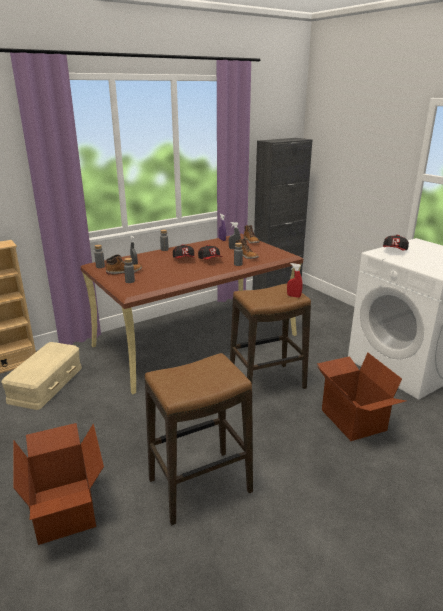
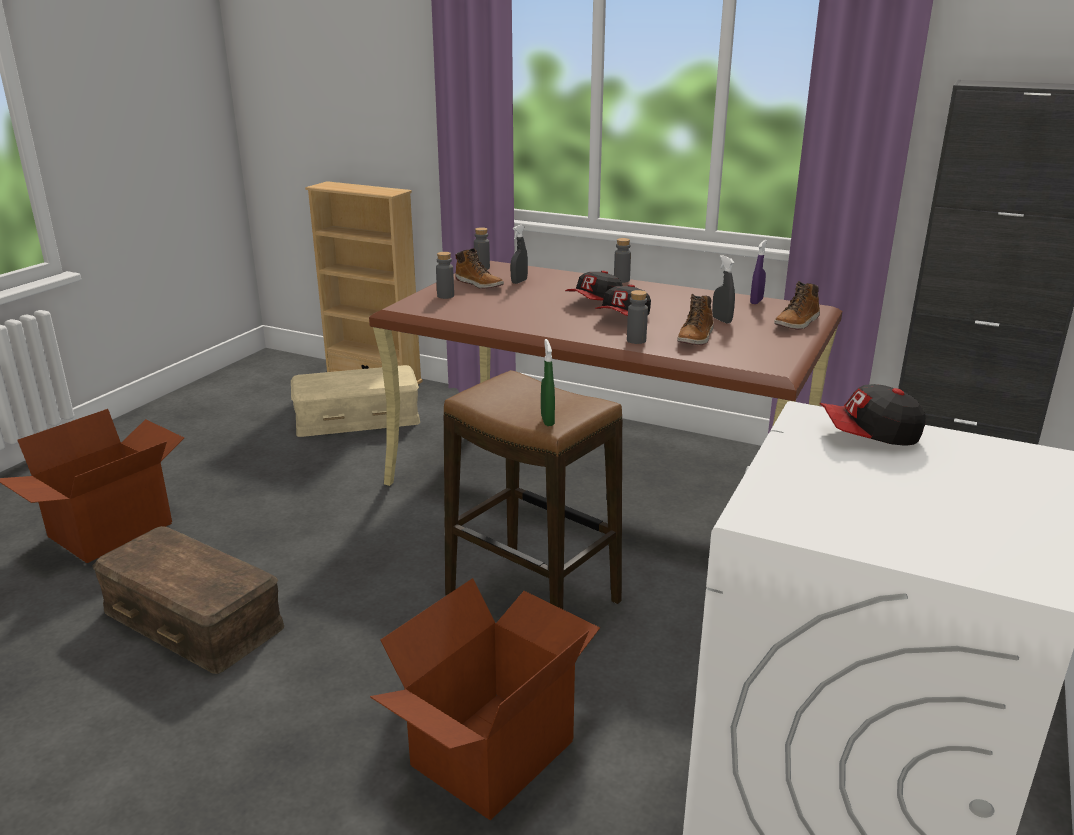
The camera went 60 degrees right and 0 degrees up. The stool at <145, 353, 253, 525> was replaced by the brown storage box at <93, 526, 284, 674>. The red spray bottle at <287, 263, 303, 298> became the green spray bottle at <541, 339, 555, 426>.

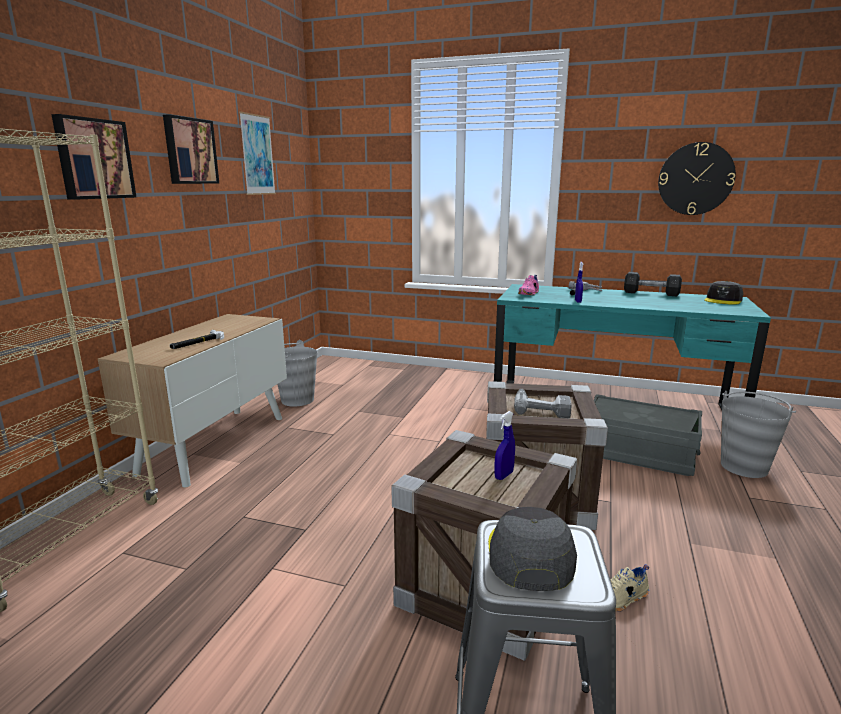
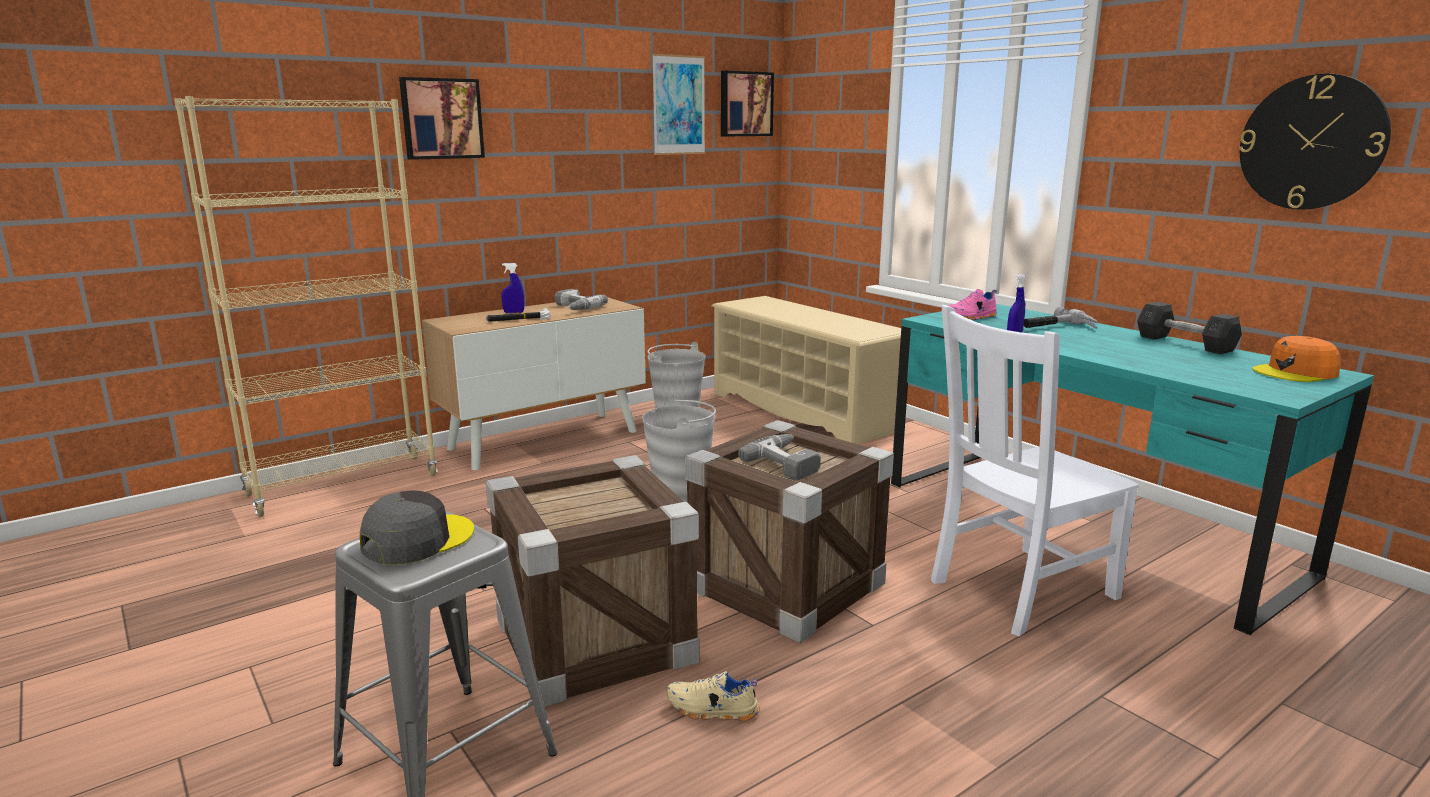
The camera went 35 degrees right and 0 degrees up. The blue spray bottle moved from <494, 411, 515, 480> to <501, 263, 524, 313>. The power drill at <555, 289, 608, 310> appeared. The grey bucket moved from <721, 391, 796, 478> to <642, 395, 716, 502>. The beige shoe rack at <711, 296, 901, 444> appeared. The picture moved from <163, 114, 219, 184> to <721, 71, 774, 136>. The grey storage box at <594, 394, 702, 476> was replaced by the white chair at <931, 305, 1139, 637>. The grey cap at <704, 281, 743, 305> became the orange cap at <1252, 336, 1341, 382>.

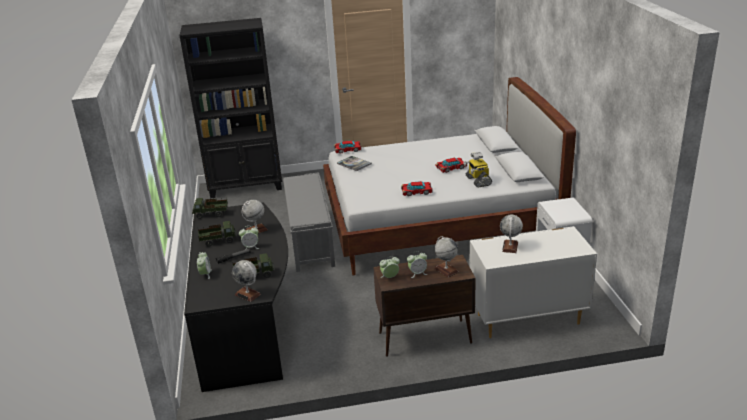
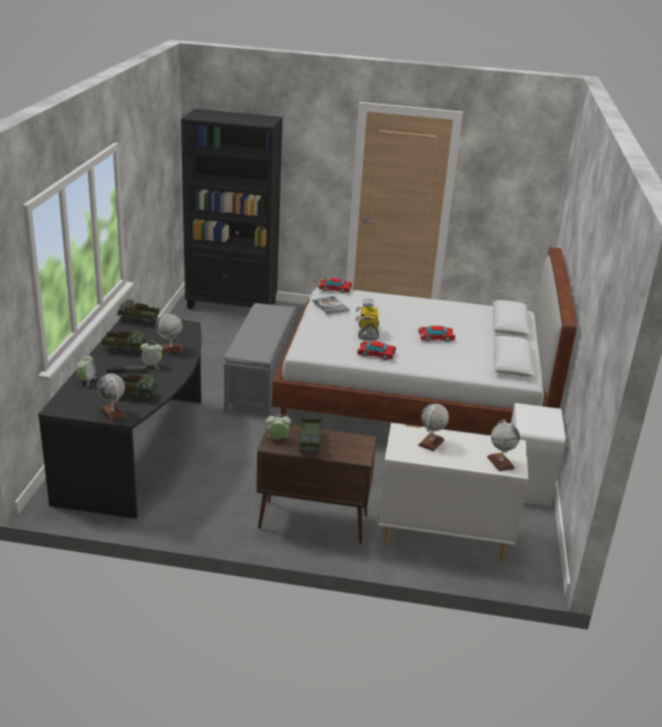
The camera went 15 degrees right and 0 degrees up. The alarm clock at <407, 251, 427, 278> was replaced by the toy truck at <300, 415, 322, 453>. The toy robot moved from <463, 152, 492, 188> to <356, 298, 379, 340>. The globe moved from <434, 236, 459, 277> to <487, 420, 520, 471>.

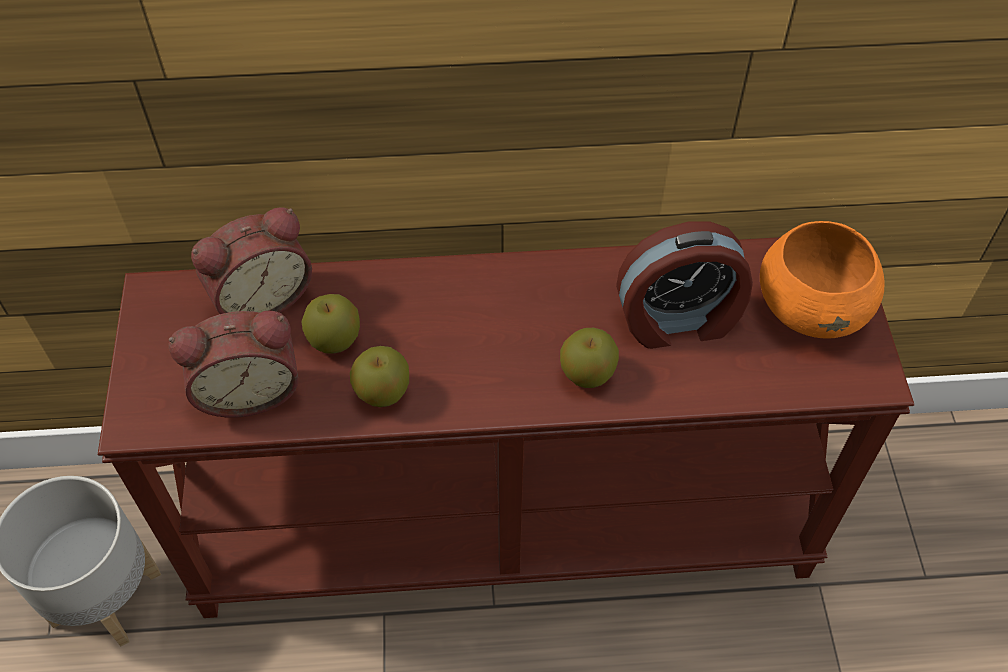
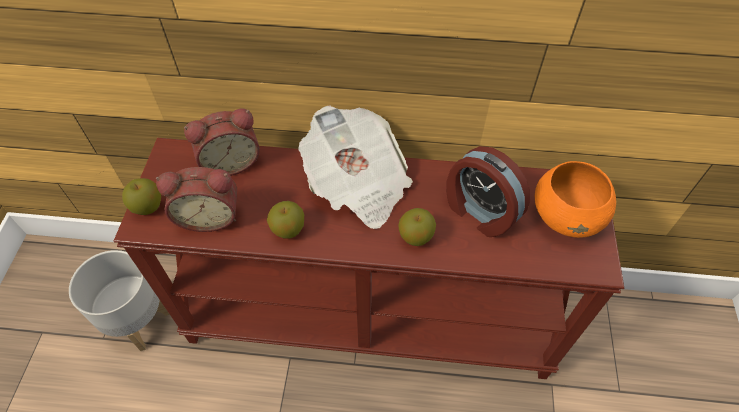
The camera went 10 degrees right and 0 degrees up. The apple moved from <301, 294, 360, 354> to <122, 178, 161, 215>. The newspaper at <299, 106, 413, 229> appeared. The alarm clock at <616, 222, 753, 349> turned 45 degrees clockwise.

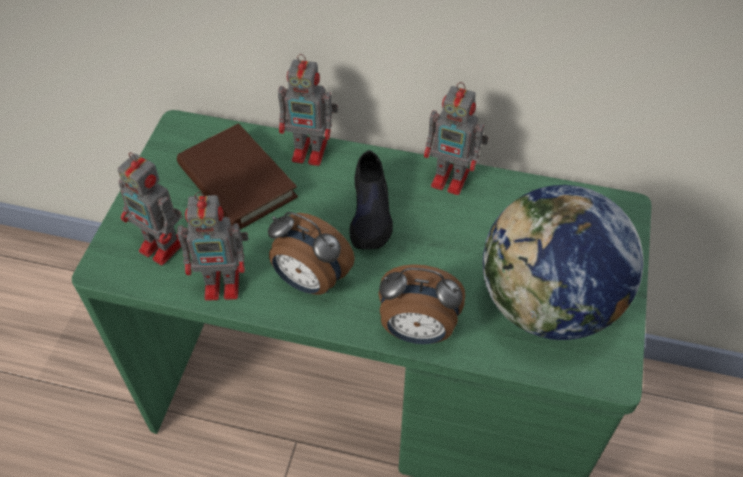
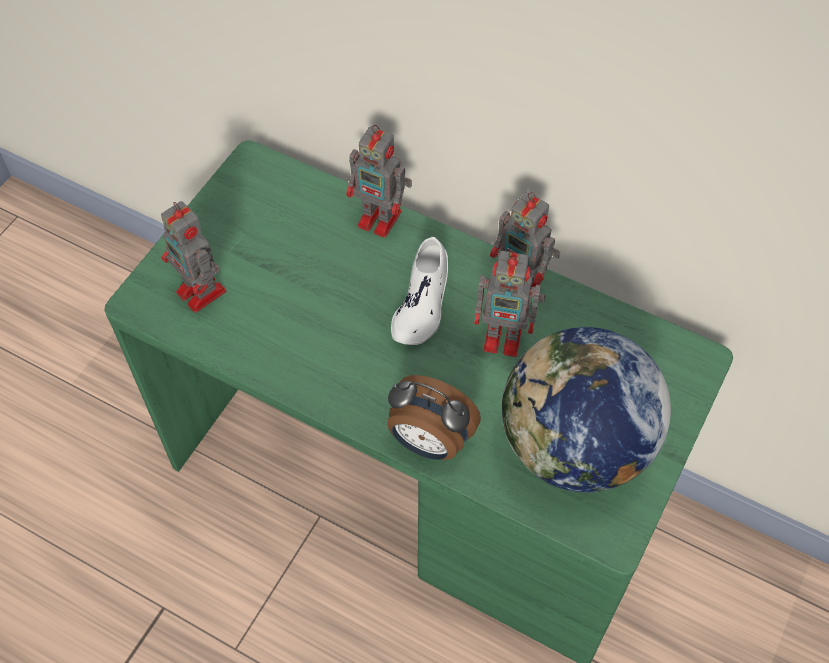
The camera went 15 degrees right and 5 degrees up. The black shoe at <350, 150, 393, 249> became the white shoe at <391, 237, 448, 345>. The toy robot moved from <177, 192, 248, 301> to <474, 251, 545, 357>. The brown book at <177, 123, 298, 229> disappeared. The alarm clock at <268, 212, 355, 295> disappeared.

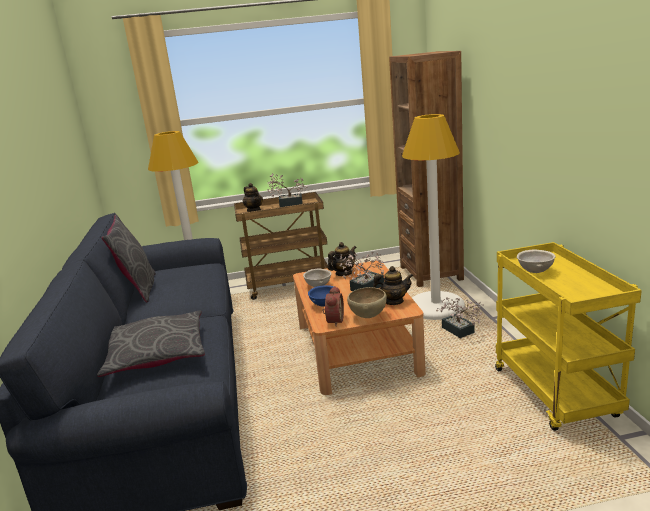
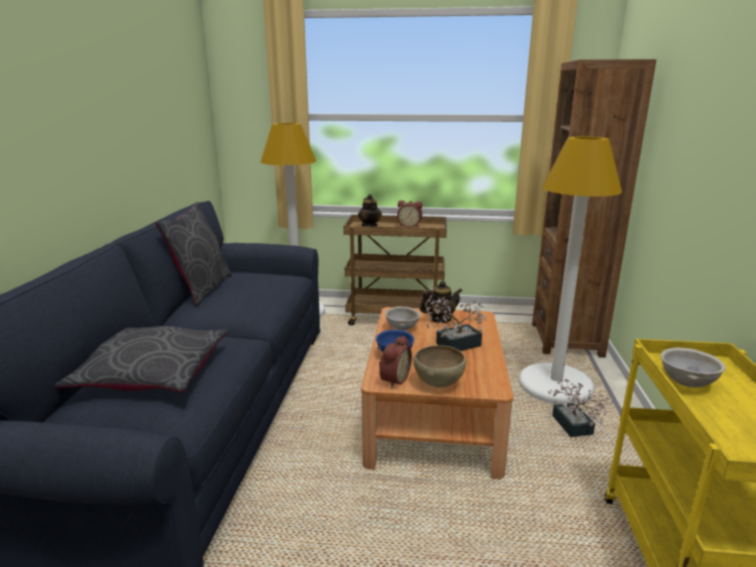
The camera went 15 degrees right and 0 degrees up. The potted plant at <267, 173, 308, 207> was replaced by the alarm clock at <397, 200, 422, 228>. The teapot at <373, 266, 414, 305> disappeared.

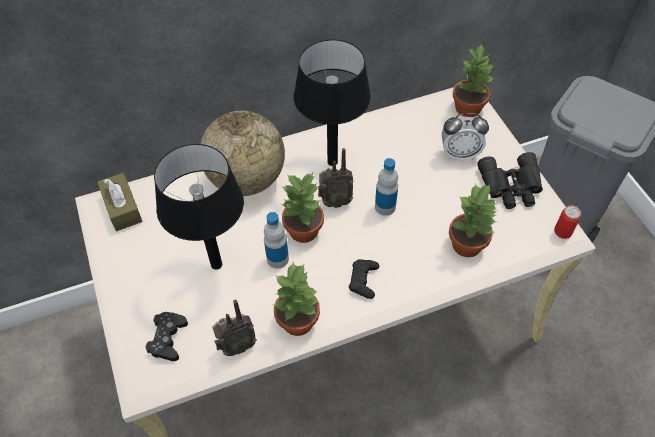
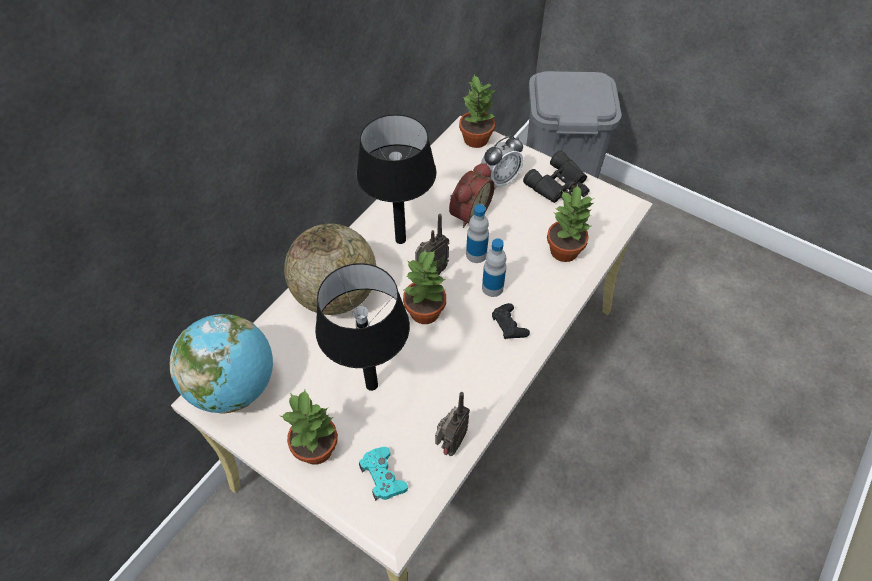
The camera went 35 degrees left and 0 degrees up. The brown tissue box at <97, 173, 143, 231> was replaced by the globe at <170, 314, 273, 414>. The potted plant moved from <274, 262, 320, 336> to <281, 390, 338, 465>. The black game controller at <145, 312, 188, 361> became the turquoise game controller at <359, 447, 408, 501>. The alarm clock at <449, 163, 495, 228> appeared. The bottle moved from <264, 212, 289, 269> to <482, 238, 506, 297>. The can at <554, 205, 581, 239> disappeared.

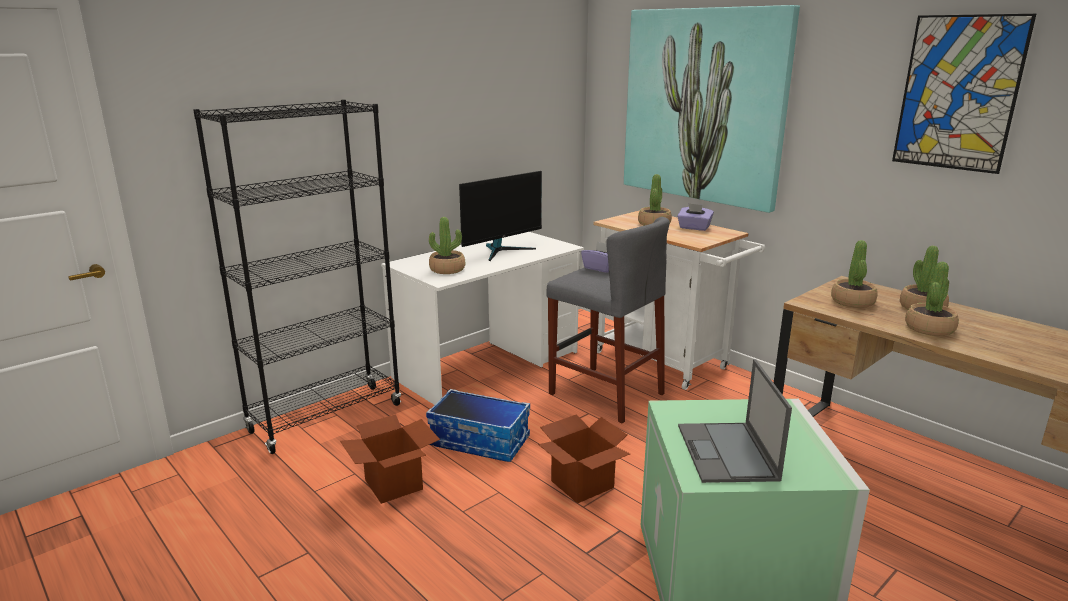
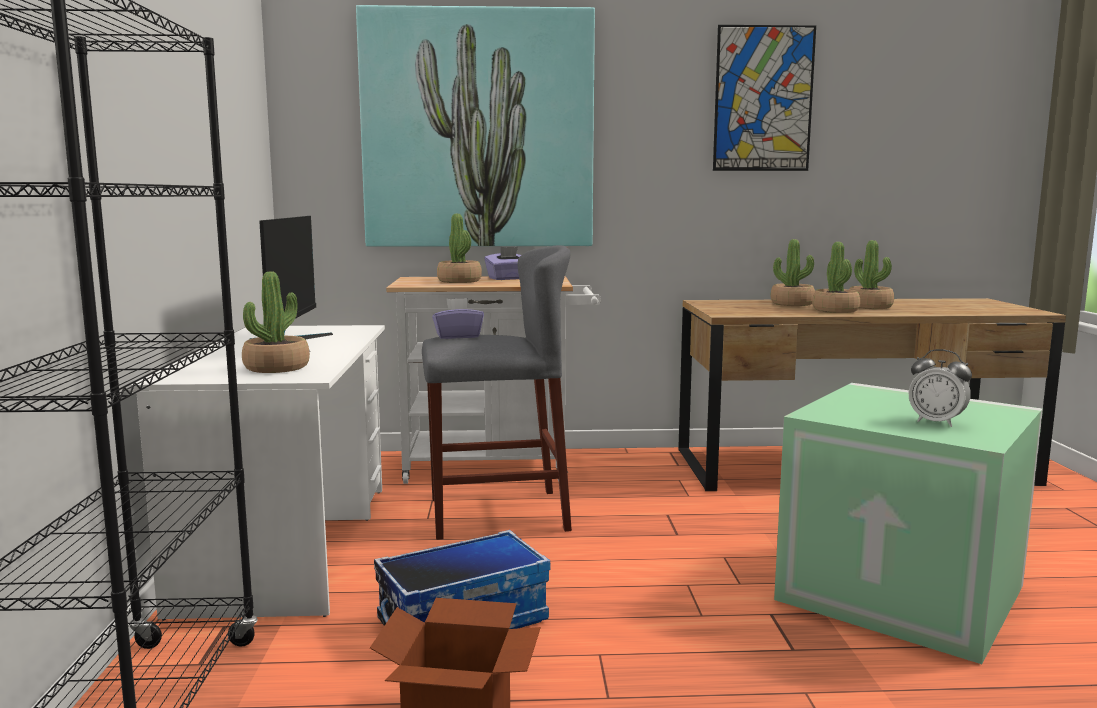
The camera went 50 degrees left and 10 degrees down. The potted plant moved from <831, 240, 878, 308> to <849, 240, 894, 309>. The laptop at <678, 359, 792, 483> was replaced by the alarm clock at <909, 349, 972, 427>. The cardboard box at <538, 414, 630, 504> disappeared.

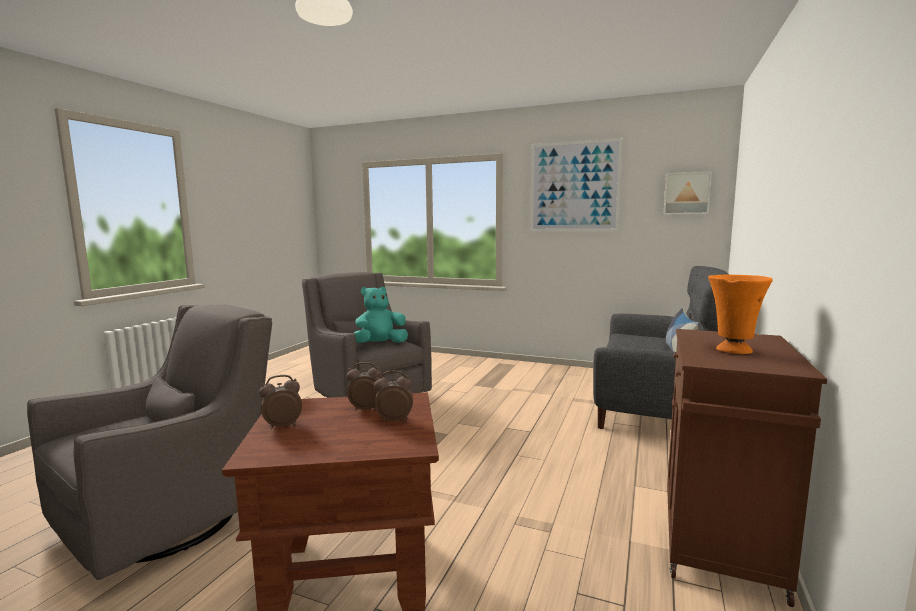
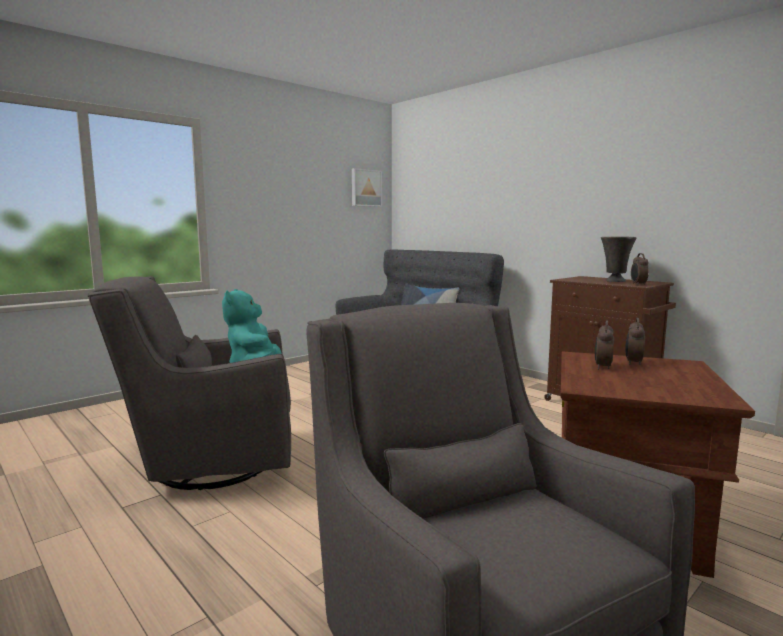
The camera went 65 degrees left and 0 degrees up. The orange vase at <708, 275, 772, 354> became the grey vase at <601, 236, 637, 282>. The alarm clock moved from <259, 375, 302, 429> to <631, 253, 649, 286>. The picture at <530, 138, 623, 232> disappeared.

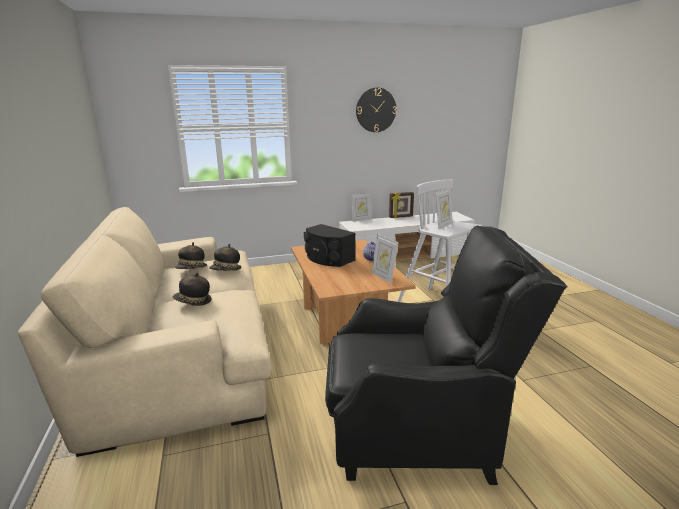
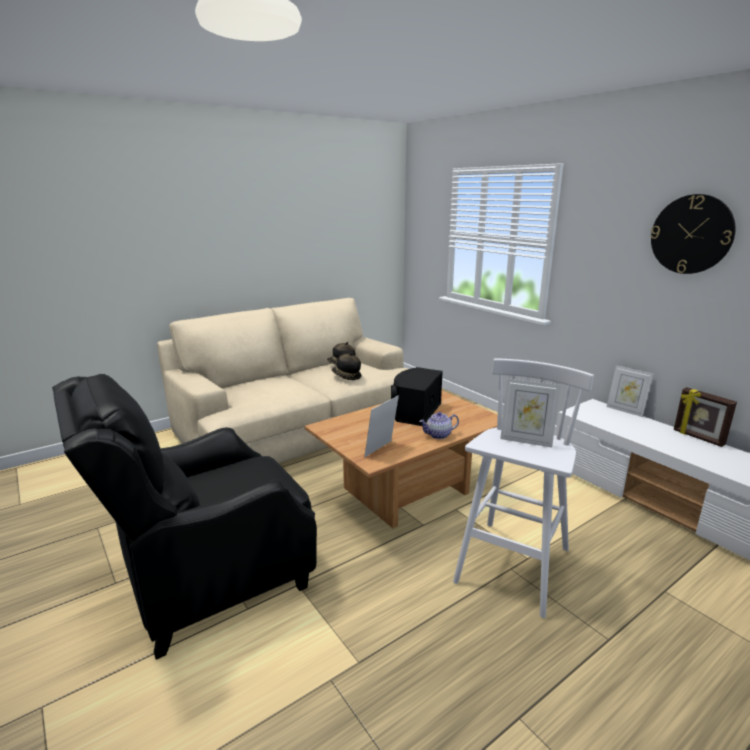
The camera went 70 degrees right and 0 degrees up. The black armchair at <325, 225, 568, 485> turned 75 degrees clockwise. The hat at <173, 273, 211, 306> disappeared.

